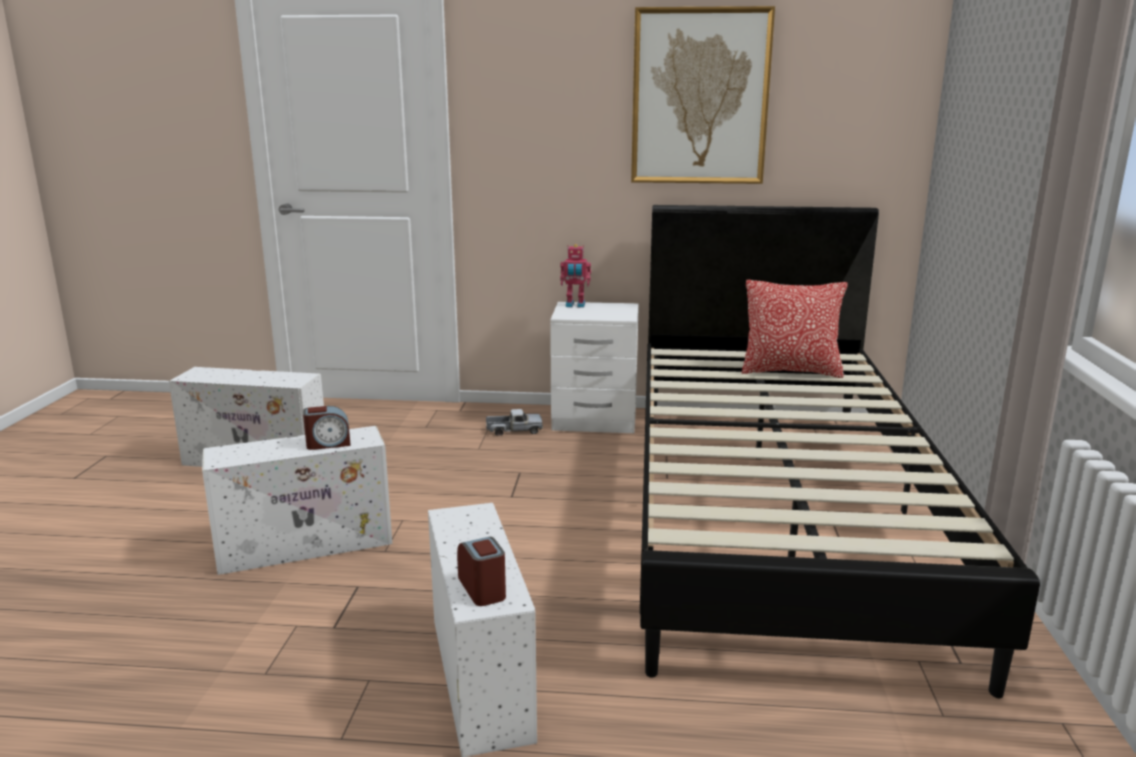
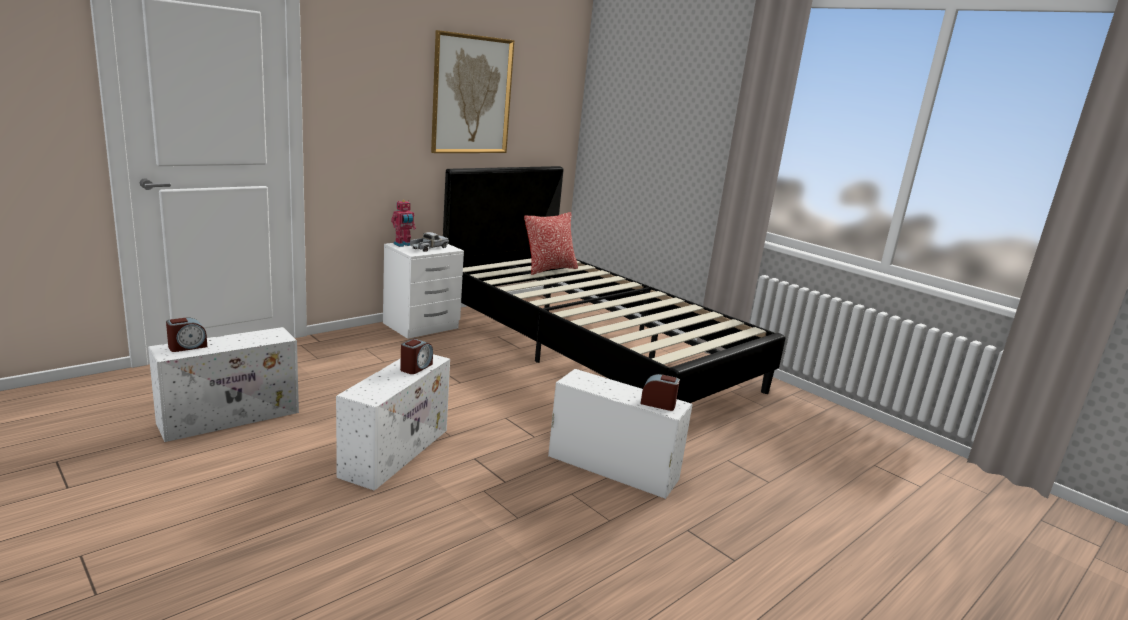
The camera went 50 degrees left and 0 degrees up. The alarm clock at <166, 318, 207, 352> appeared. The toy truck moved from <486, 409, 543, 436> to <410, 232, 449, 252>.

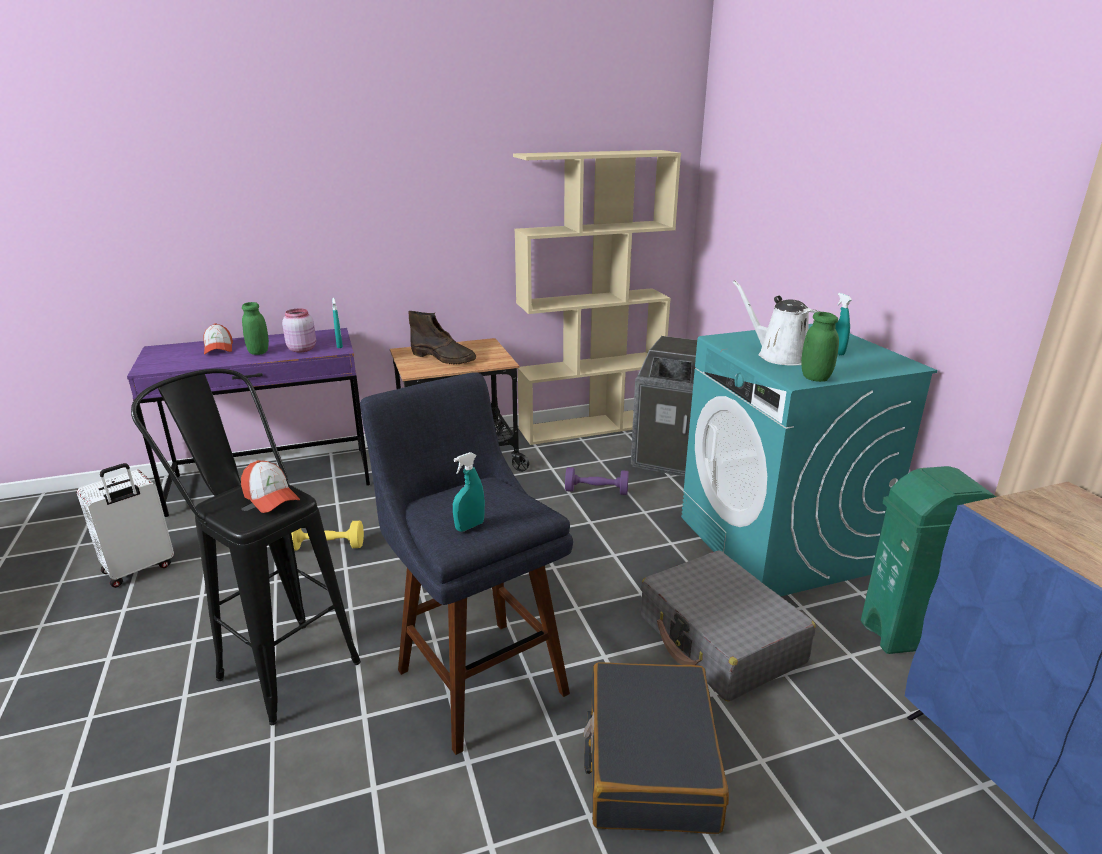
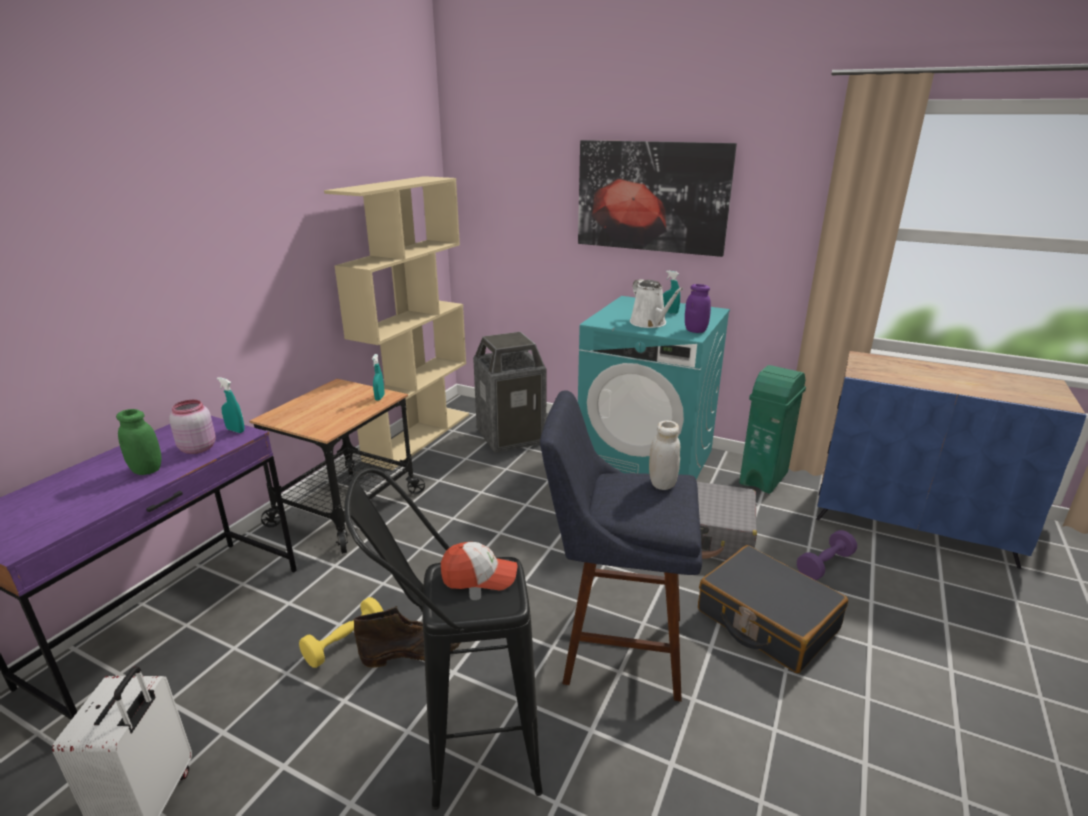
The camera went 45 degrees left and 0 degrees up. The brown boot moved from <408, 311, 476, 364> to <353, 606, 461, 668>. The turquoise spray bottle moved from <453, 452, 485, 532> to <372, 354, 385, 401>. The picture at <578, 140, 737, 257> appeared. The white watering can at <733, 280, 820, 366> turned 120 degrees counterclockwise. The white jar at <649, 420, 680, 490> appeared. The green jar at <801, 312, 839, 382> became the purple jar at <685, 284, 711, 333>. The purple dumbbell moved from <565, 467, 629, 495> to <797, 530, 857, 580>. The cap at <203, 323, 233, 354> disappeared.

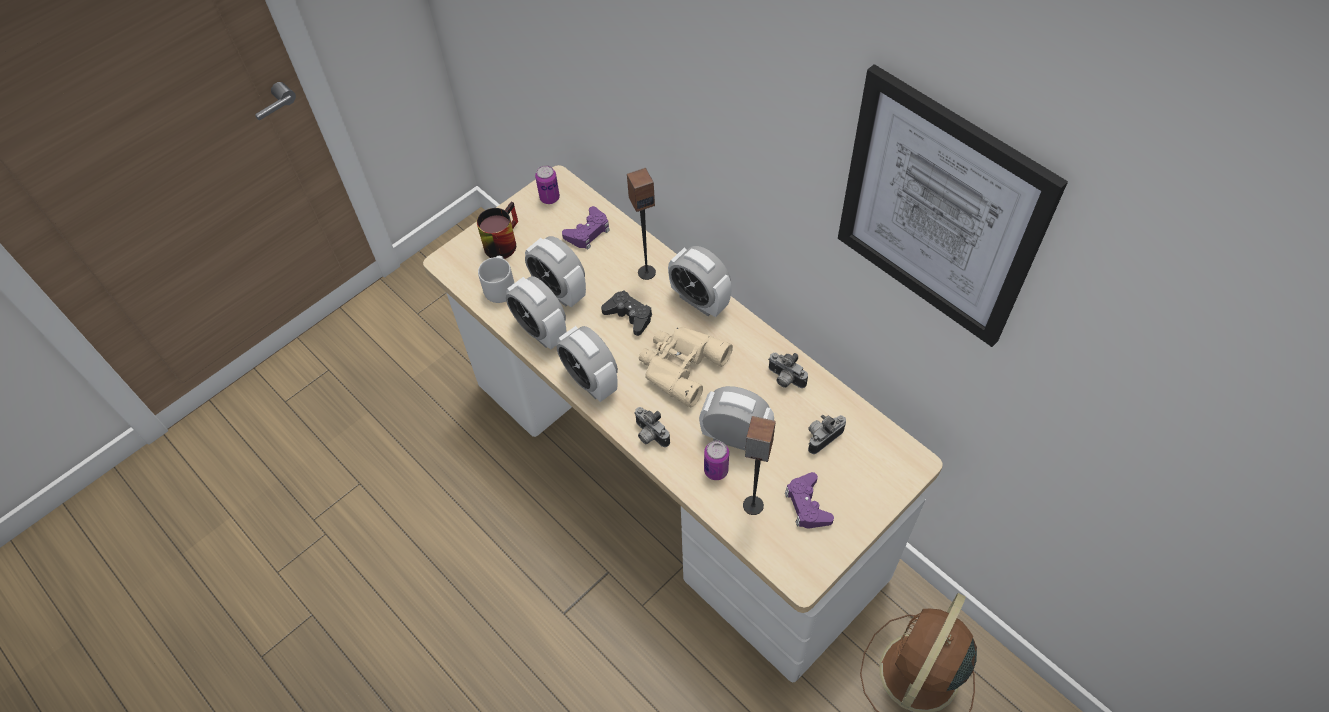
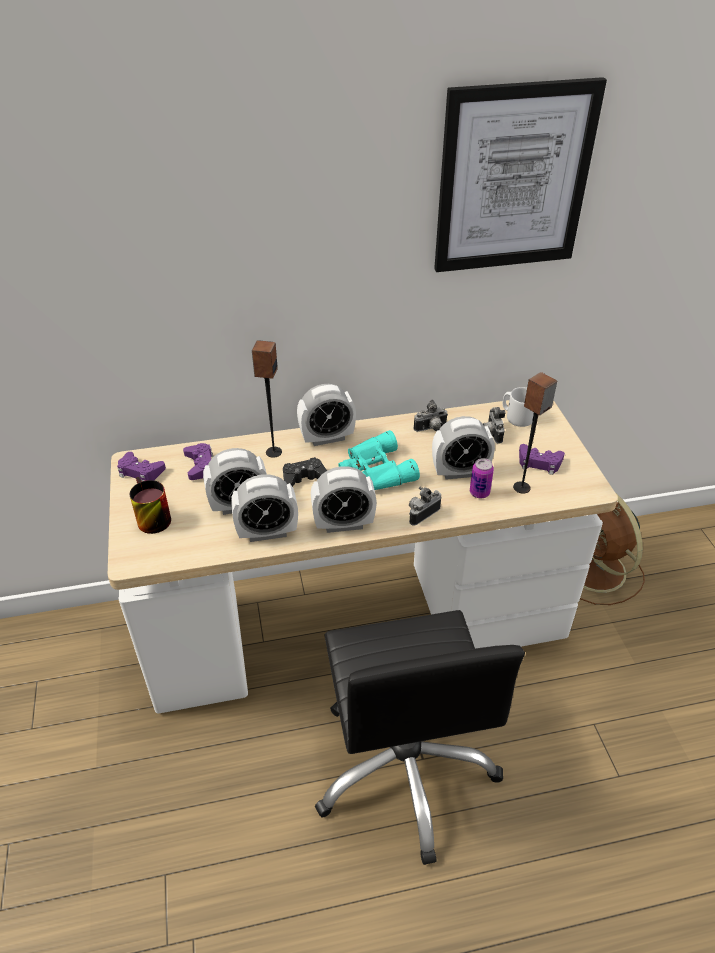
The camera went 60 degrees left and 15 degrees down. The can at <535, 165, 560, 204> was replaced by the purple game controller at <117, 452, 166, 481>. The black office chair at <315, 610, 525, 865> appeared. The beige binoculars at <639, 326, 733, 407> became the turquoise binoculars at <338, 430, 420, 490>. The photo camera at <634, 407, 670, 447> turned 150 degrees clockwise. The alarm clock at <699, 386, 774, 450> turned 150 degrees counterclockwise. The grey mug moved from <478, 256, 514, 303> to <503, 387, 534, 427>.

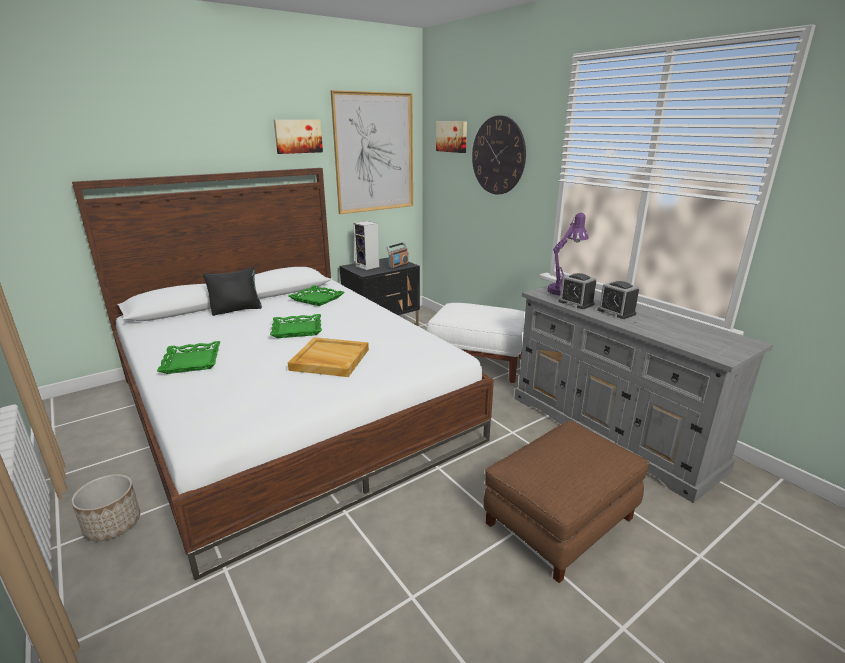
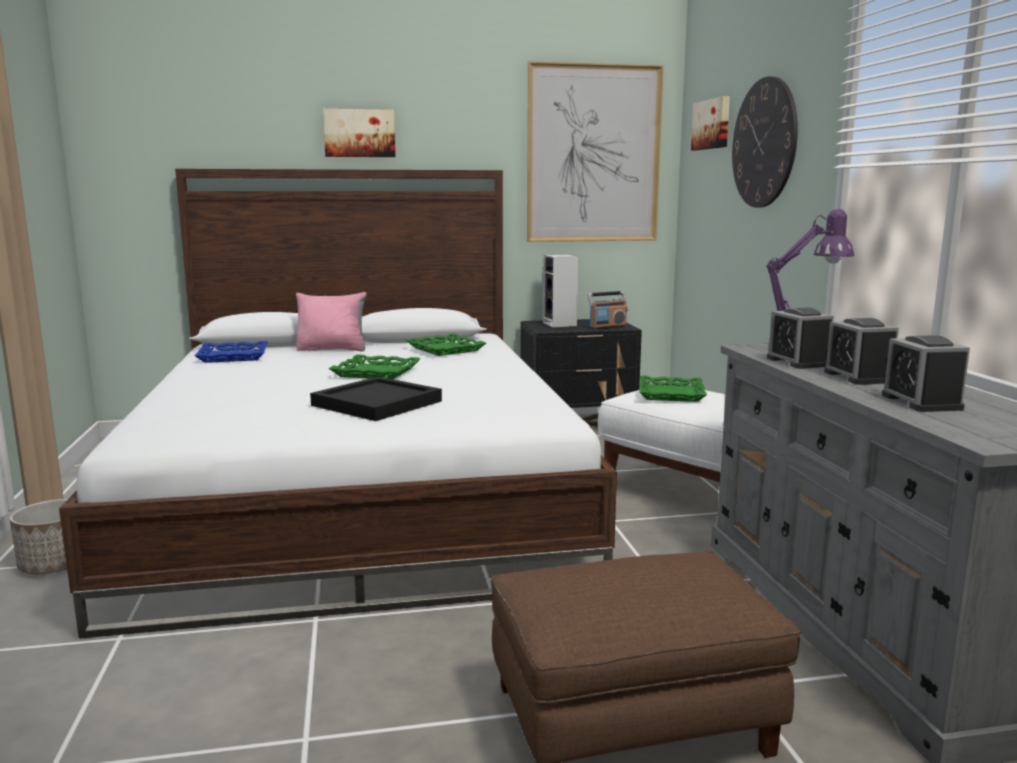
The camera went 25 degrees right and 10 degrees down. The blue tray at <194, 341, 268, 363> appeared. The black pillow at <203, 267, 262, 316> became the pink pillow at <296, 292, 366, 351>. The beige tray at <288, 337, 369, 377> became the black tray at <310, 377, 442, 421>. The picture moved from <274, 120, 323, 154> to <323, 109, 395, 157>. The green tray moved from <157, 341, 220, 374> to <639, 375, 707, 402>. The alarm clock at <882, 335, 970, 412> appeared.

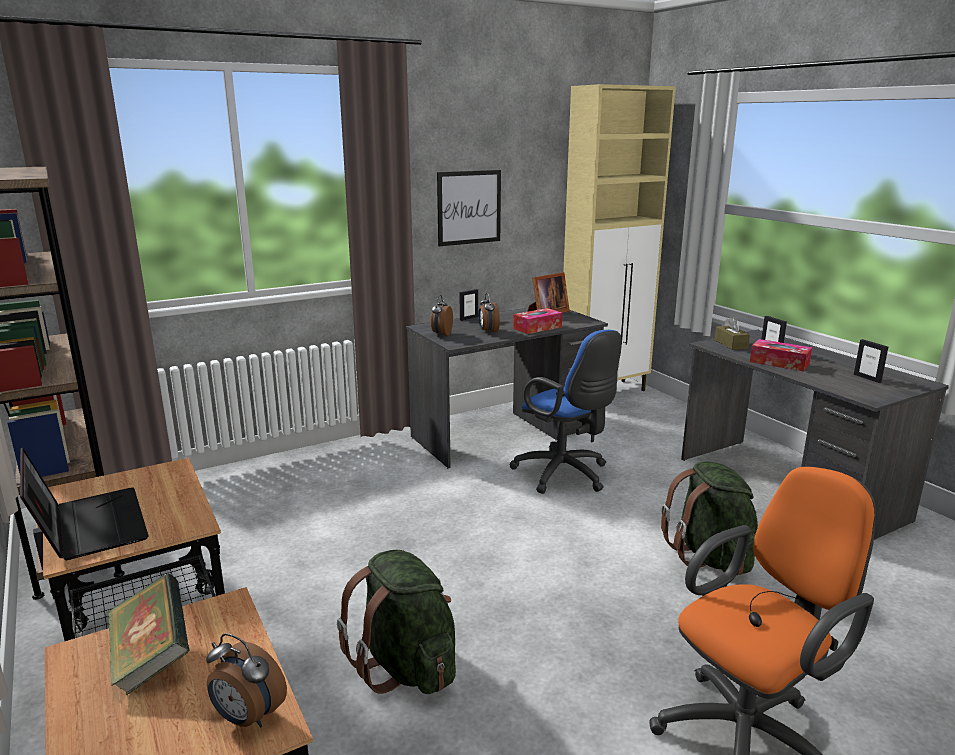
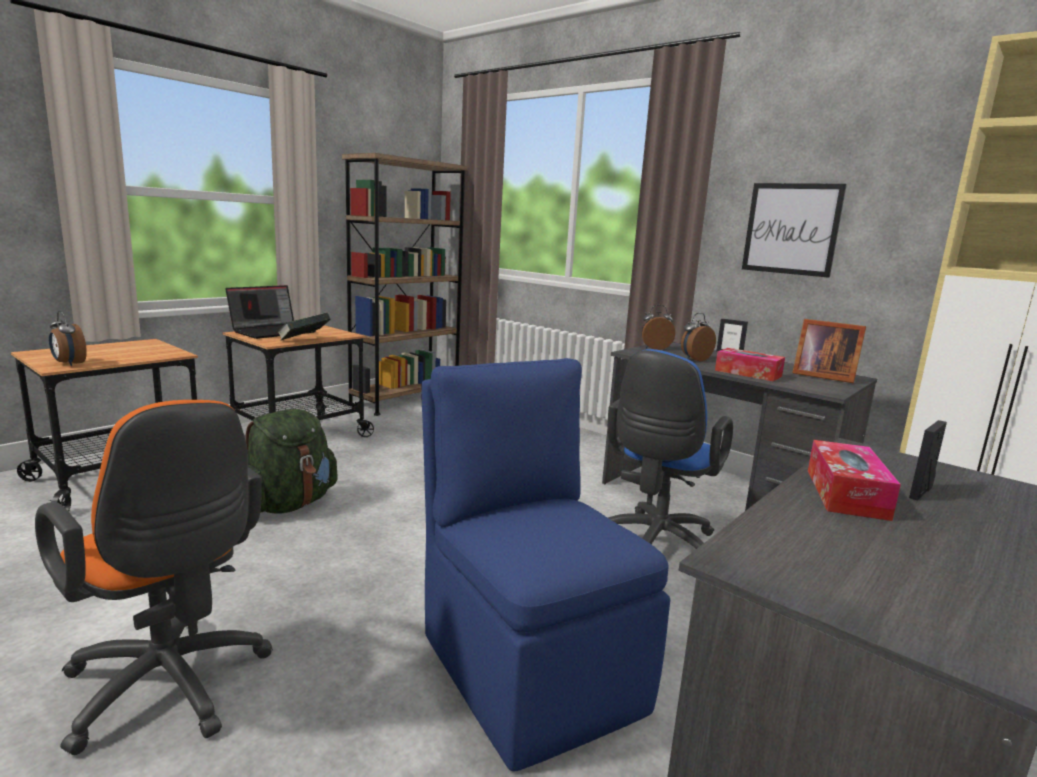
The camera went 70 degrees right and 5 degrees down. The alarm clock at <206, 633, 287, 727> turned 60 degrees counterclockwise. The book moved from <107, 574, 190, 695> to <277, 313, 330, 340>. The green backpack at <661, 462, 758, 575> was replaced by the blue chair at <421, 358, 670, 771>. The brown tissue box at <715, 317, 750, 350> disappeared. The picture frame at <854, 339, 888, 383> disappeared.

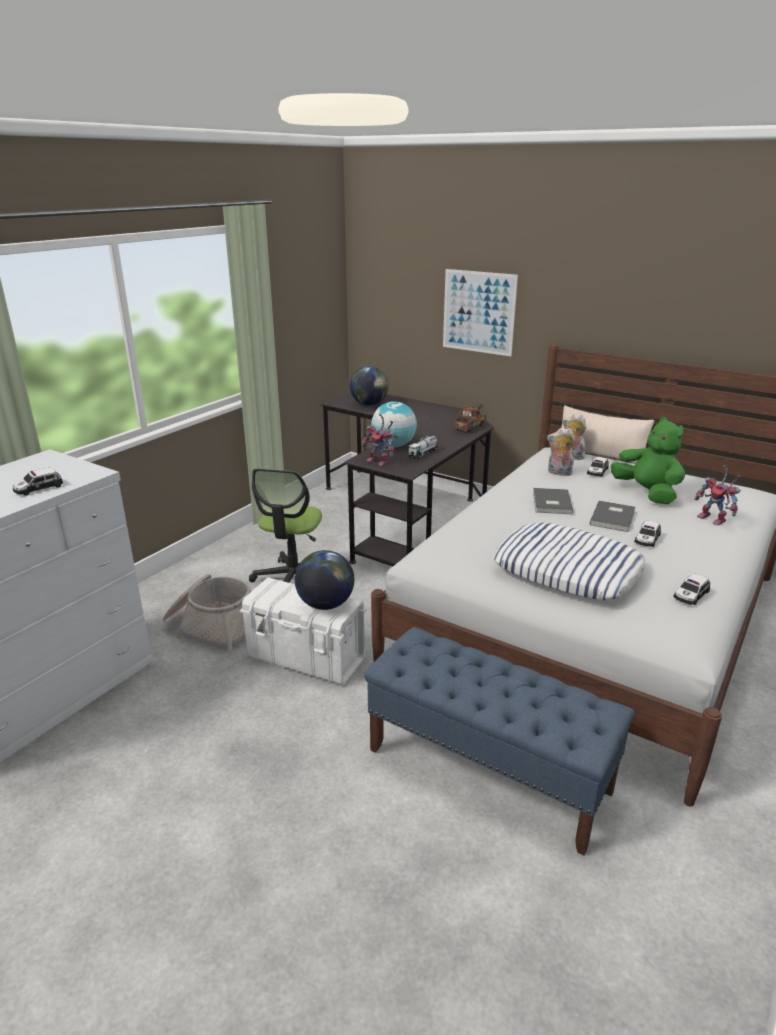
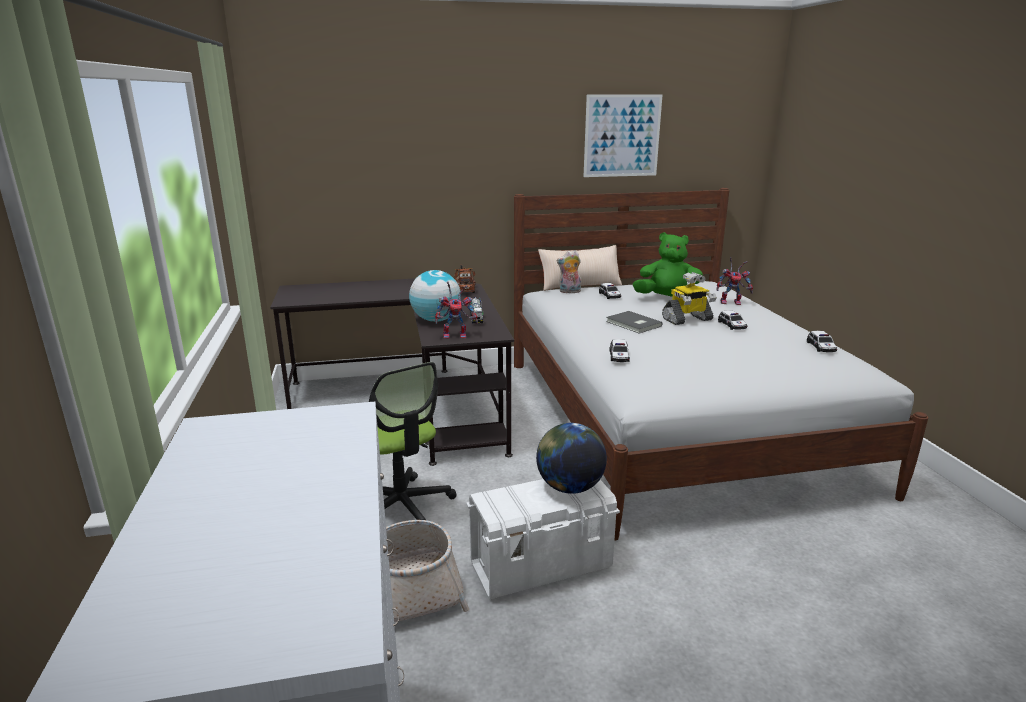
The camera went 45 degrees left and 5 degrees down. The picture moved from <443, 269, 518, 356> to <583, 94, 663, 177>. The toy car moved from <13, 467, 63, 496> to <609, 339, 630, 362>. The grey book at <590, 501, 635, 532> was replaced by the toy robot at <662, 272, 717, 325>. The globe at <349, 366, 388, 406> disappeared. The blue bench at <364, 627, 635, 856> disappeared. The pillow at <494, 523, 645, 600> disappeared. The plush toy at <547, 428, 575, 476> disappeared.

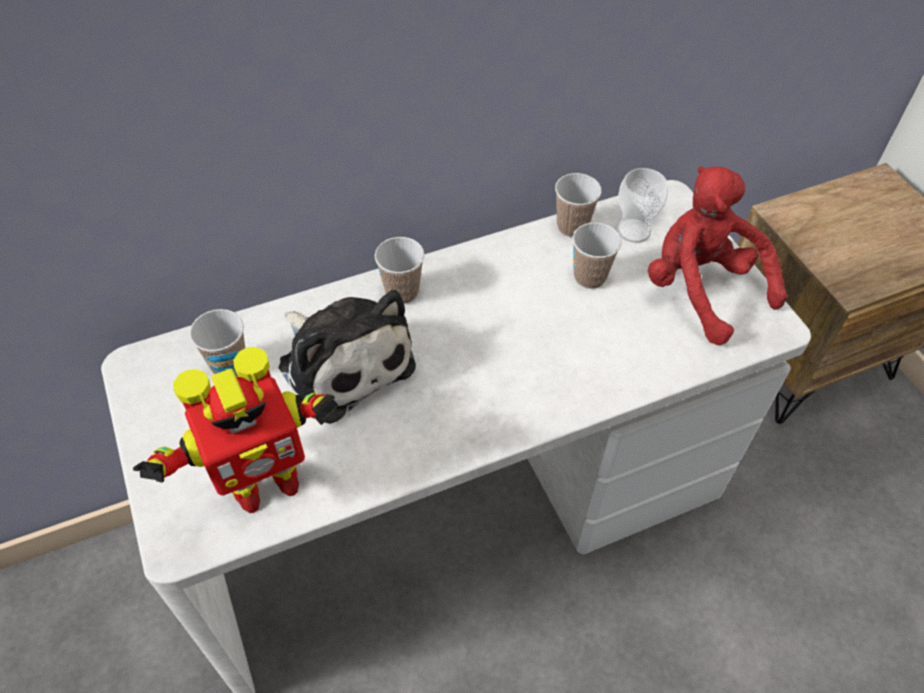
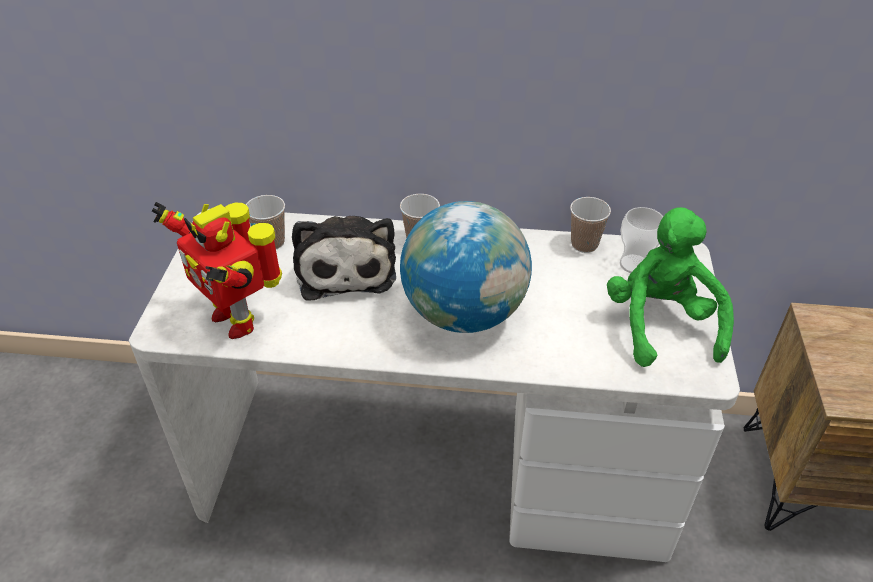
The camera went 30 degrees right and 10 degrees down. The toy robot at <133, 347, 338, 513> turned 45 degrees clockwise. The globe at <400, 201, 532, 333> appeared. The red plush toy at <648, 166, 787, 345> became the green plush toy at <607, 207, 734, 367>. The cup at <573, 222, 622, 289> disappeared.

